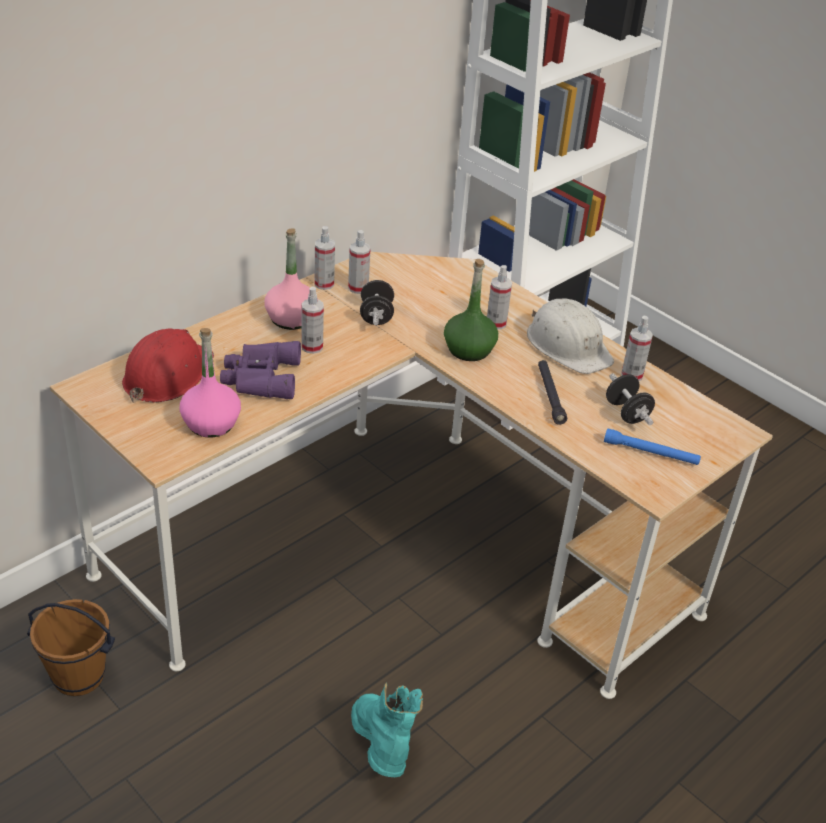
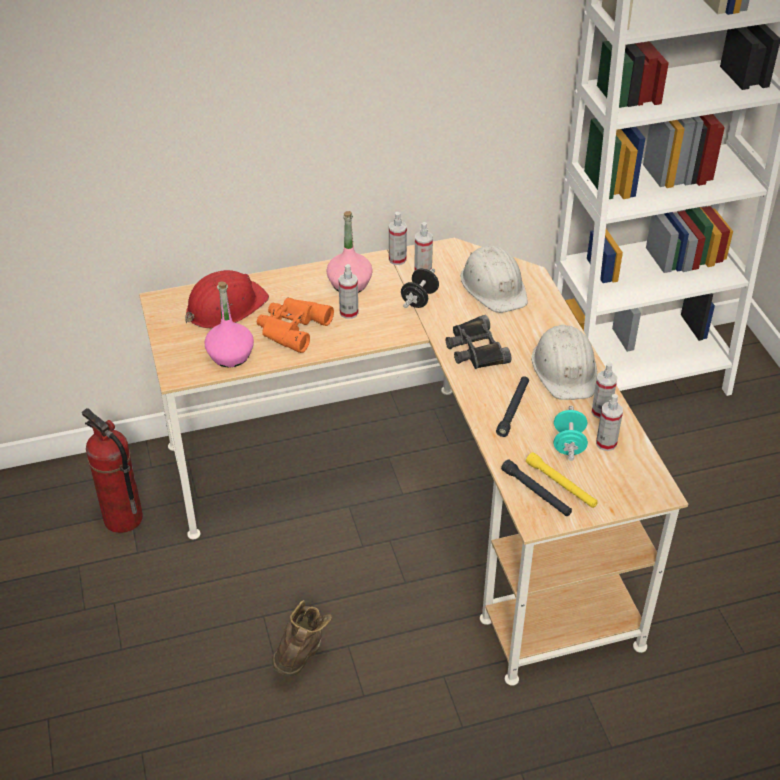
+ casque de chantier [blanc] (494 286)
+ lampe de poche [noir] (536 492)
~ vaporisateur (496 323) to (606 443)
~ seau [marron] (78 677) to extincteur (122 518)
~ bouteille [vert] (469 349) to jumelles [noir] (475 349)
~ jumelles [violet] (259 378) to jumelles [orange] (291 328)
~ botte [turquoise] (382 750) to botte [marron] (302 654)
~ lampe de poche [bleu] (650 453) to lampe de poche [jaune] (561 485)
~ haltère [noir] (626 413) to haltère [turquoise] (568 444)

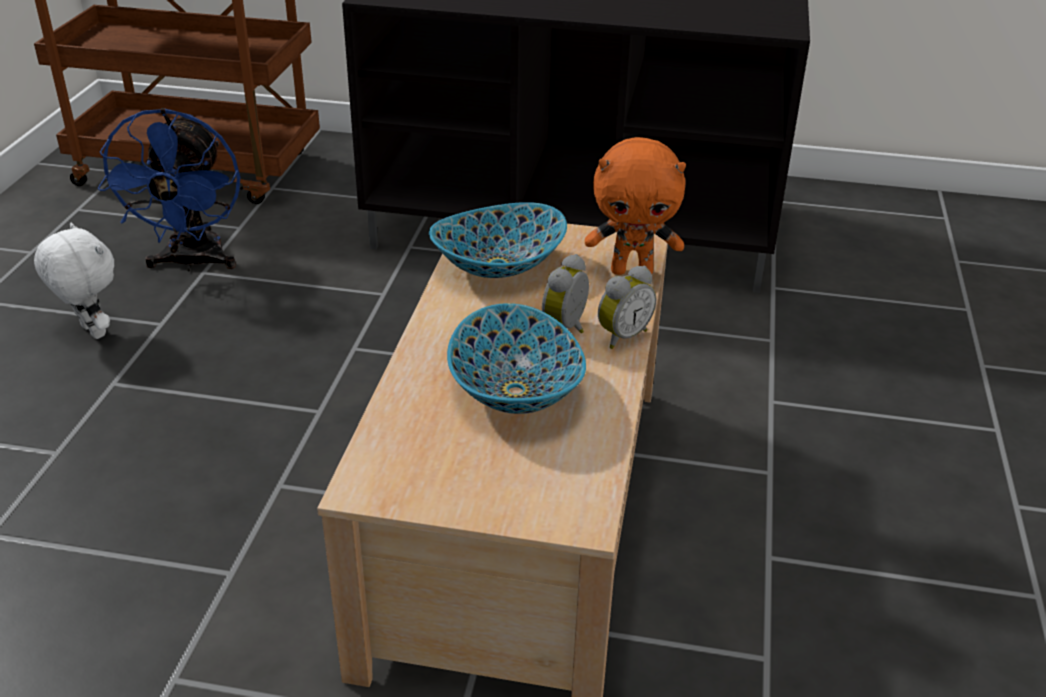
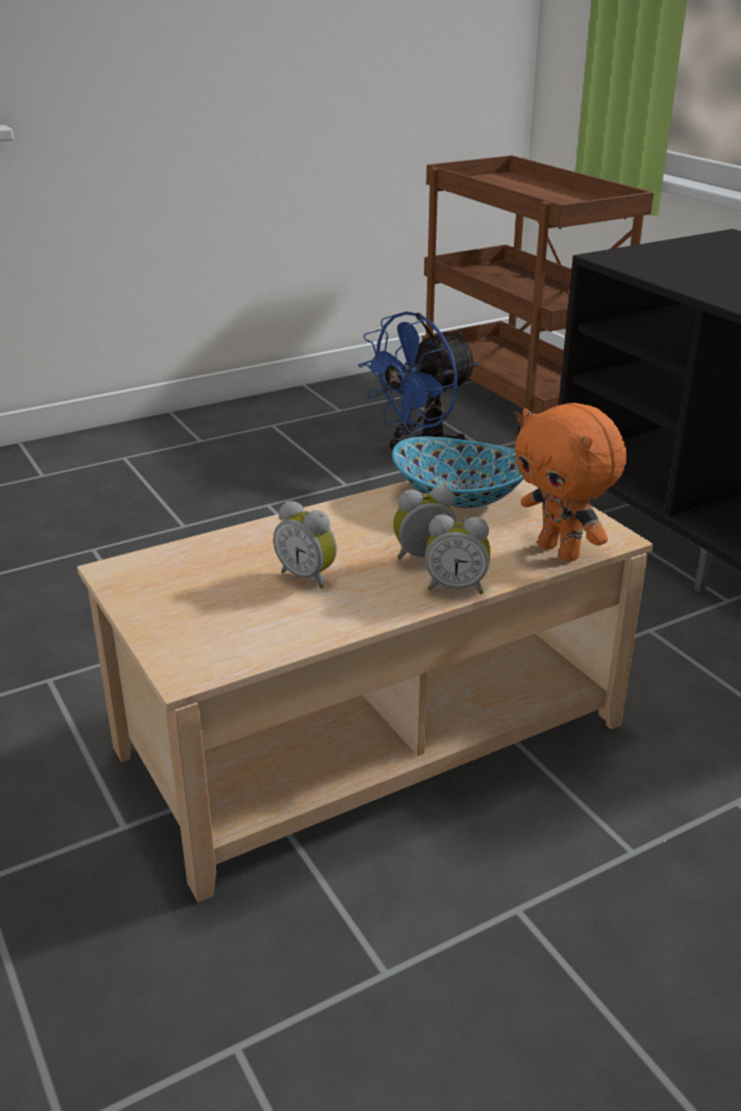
- peluche [blanc] (91 332)
~ bol (517 391) to réveil (308 576)

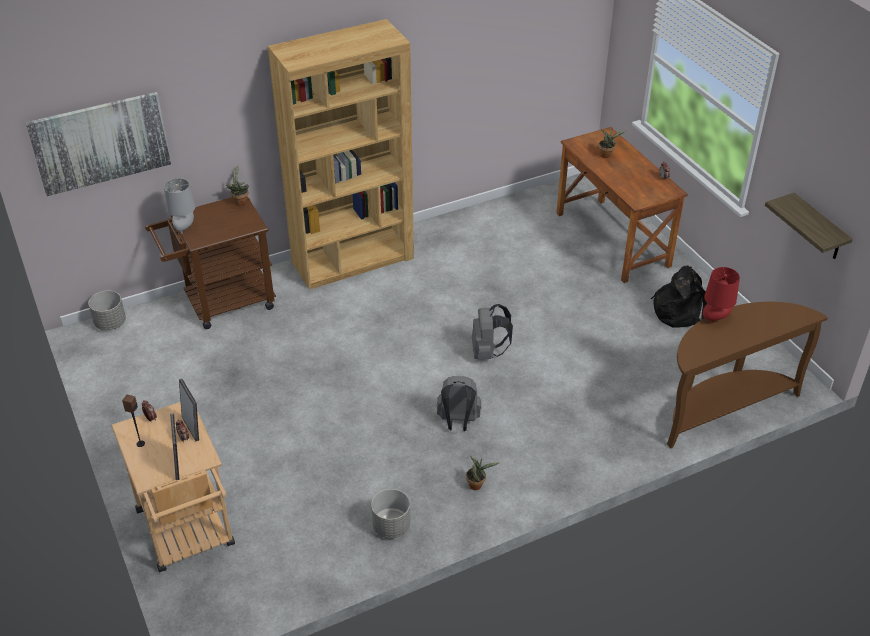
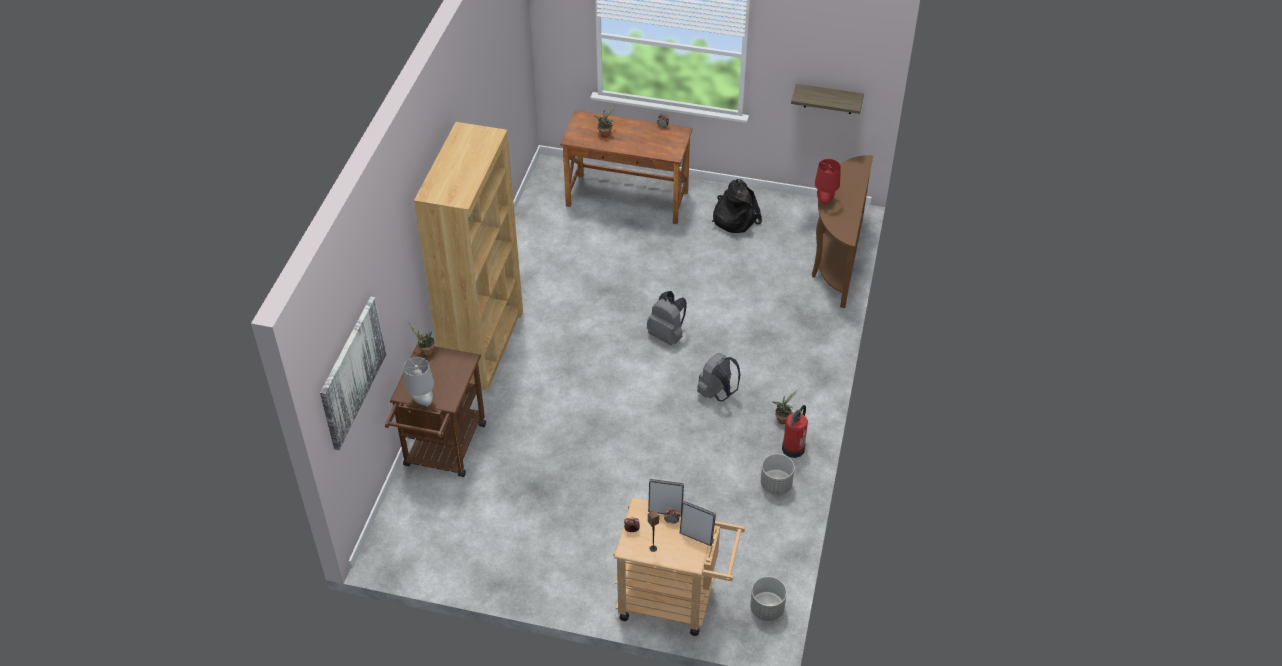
+ extincteur (793 448)
~ cache-pot [gris] (110 323) to (767 609)

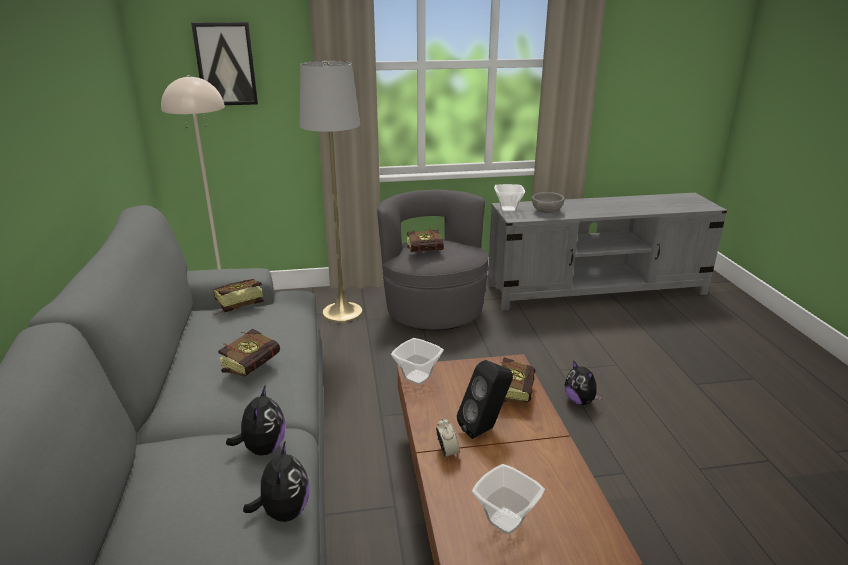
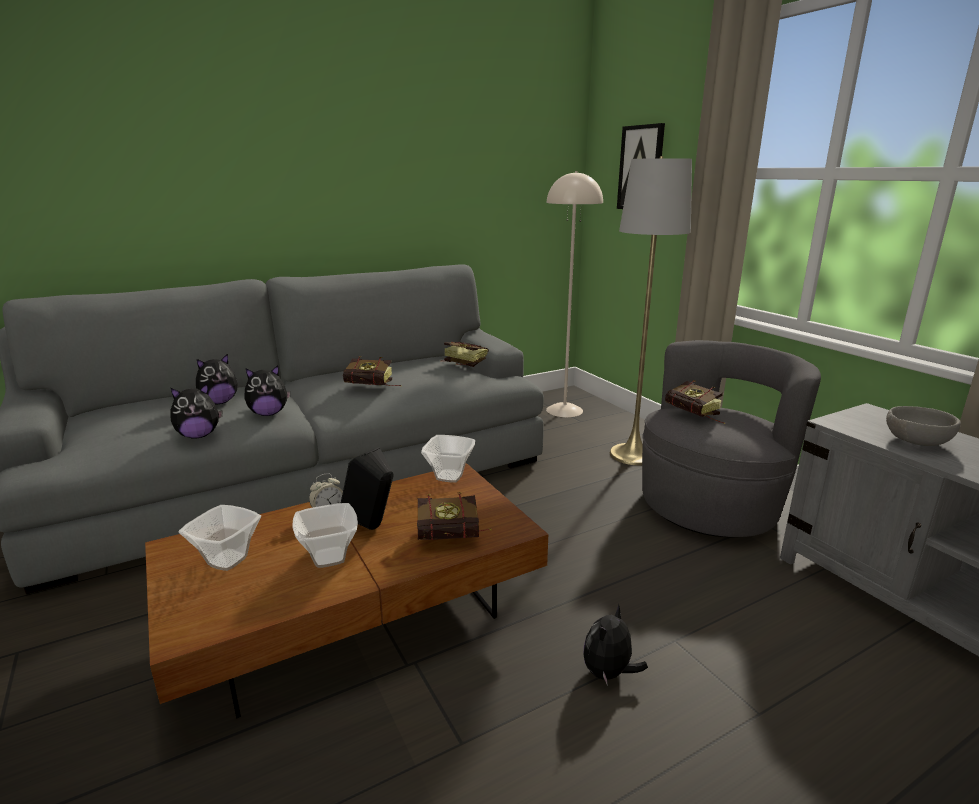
+ peluche (219 402)
~ bol (507 209) to (328 557)

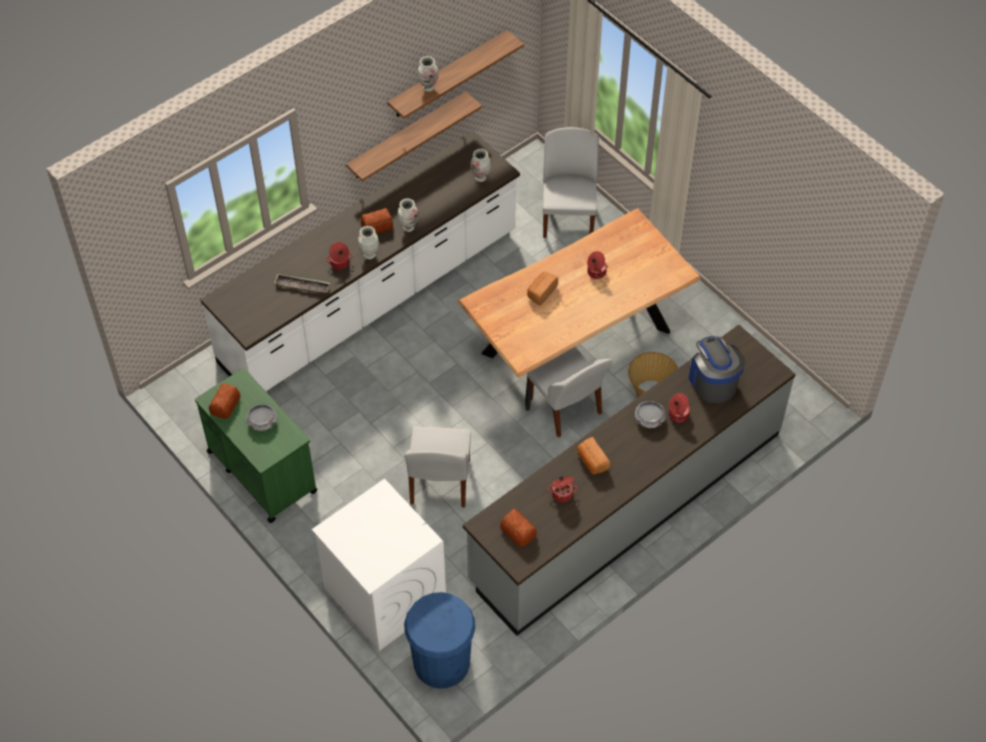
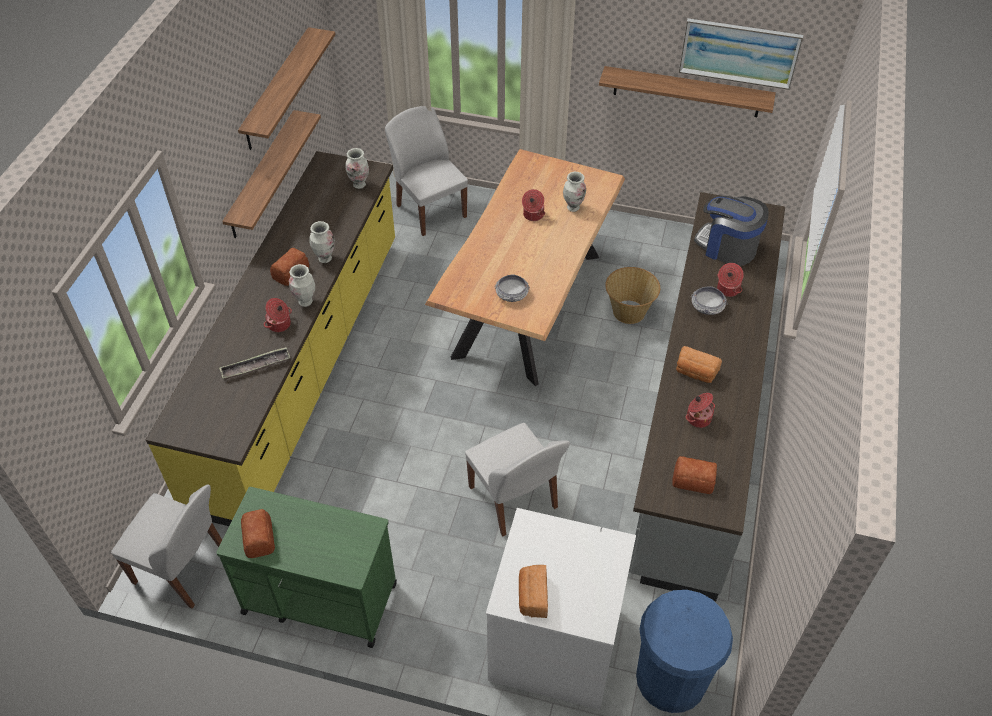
+ étagère (686 92)
+ tableau (739 53)
~ bol (262 421) to (511 294)
~ vase (428 87) to (573 207)
~ pain (541 292) to (532 597)
~ chaise [blanc] (566 408) to (183 569)
~ comptoir de cuisine [blanc] (370 298) to comptoir de cuisine [jaune] (302 367)

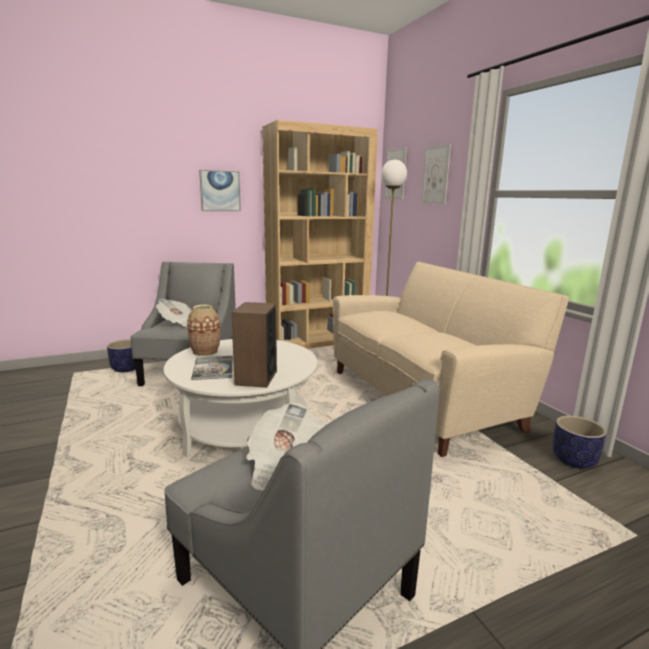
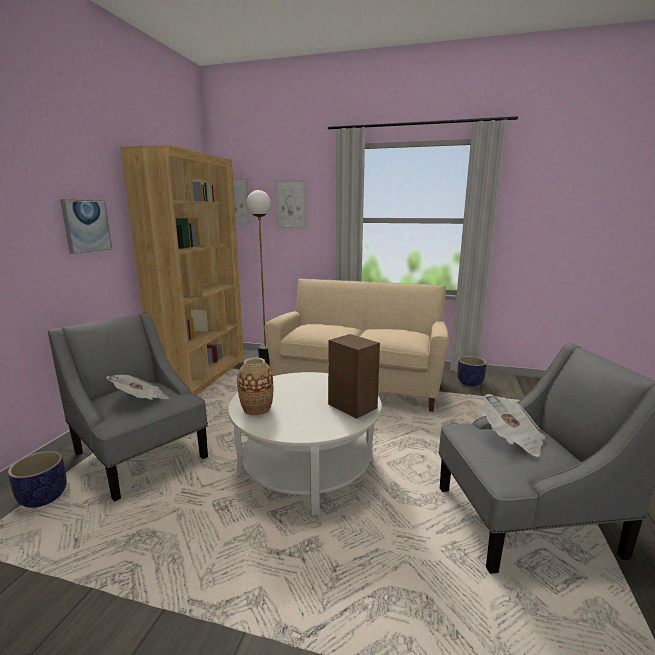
- livre (213 368)

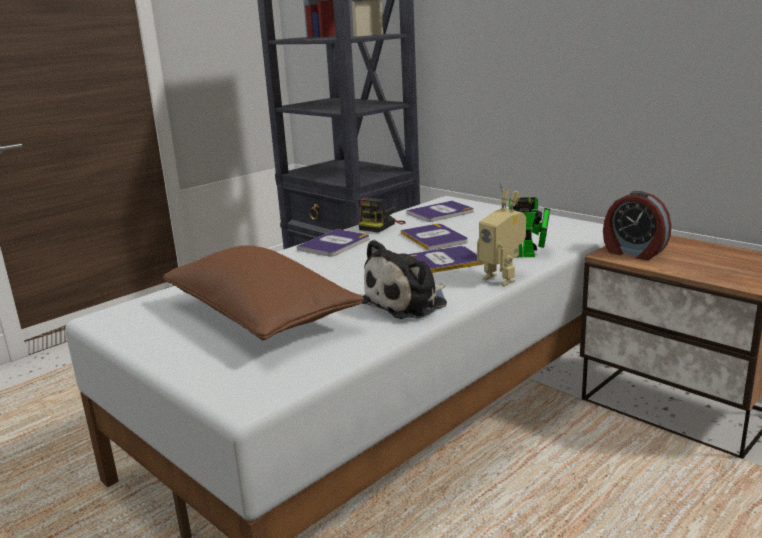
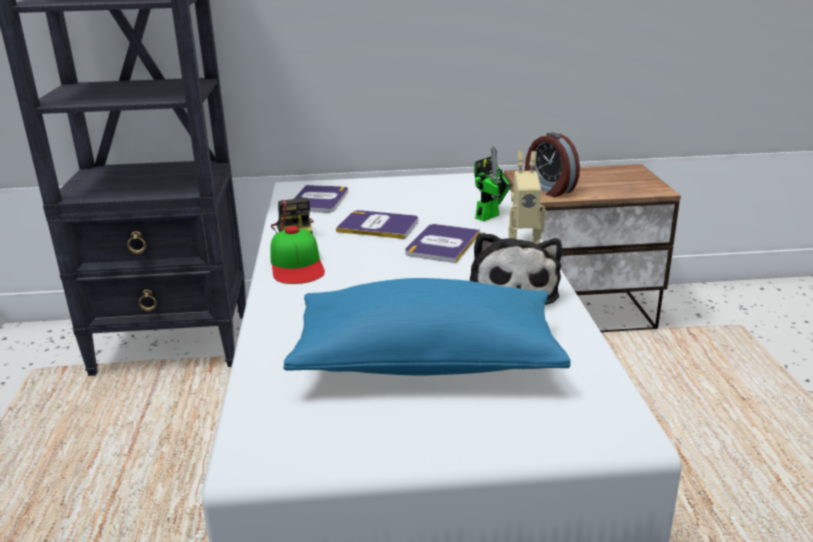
~ livre (334 244) to casquette (297 264)
~ coussin [marron] (260 316) to coussin [bleu] (426 361)
~ réveil (633 253) = (548 189) 60 degrees clockwise

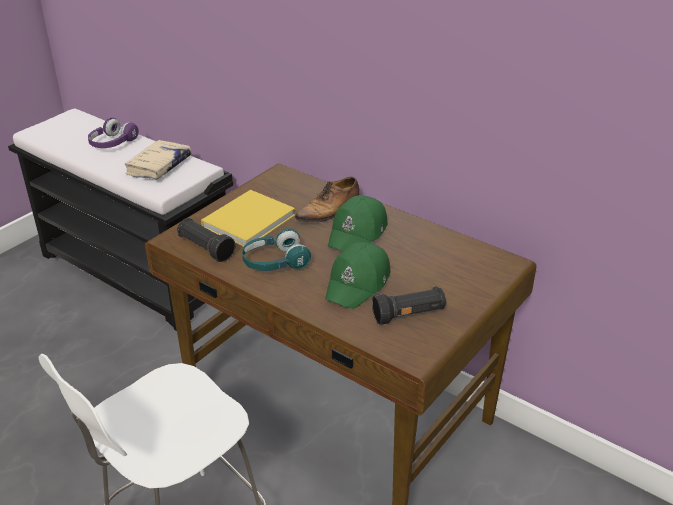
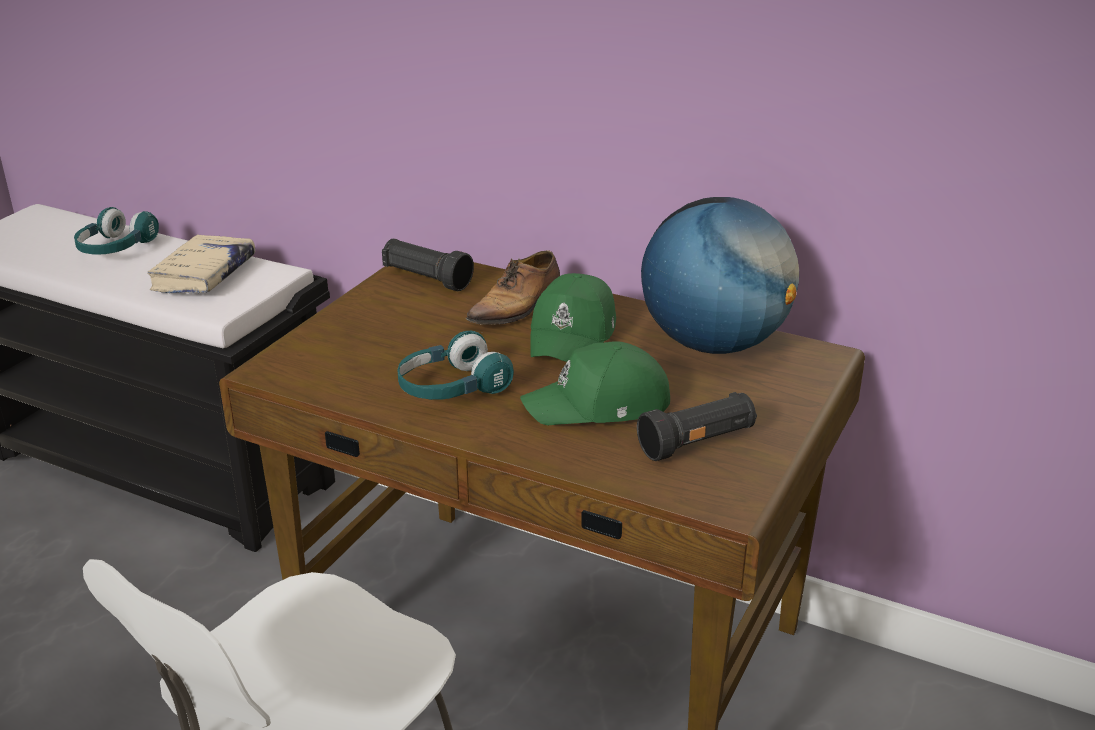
- livre [jaune] (250 220)
+ globe (714 344)
~ lampe de poche [noir] (205 248) to (426 279)
~ casque audio [violet] (112 143) to casque audio [turquoise] (115 248)
~ casquette [vert] (358 283) = (599 405) 60 degrees clockwise

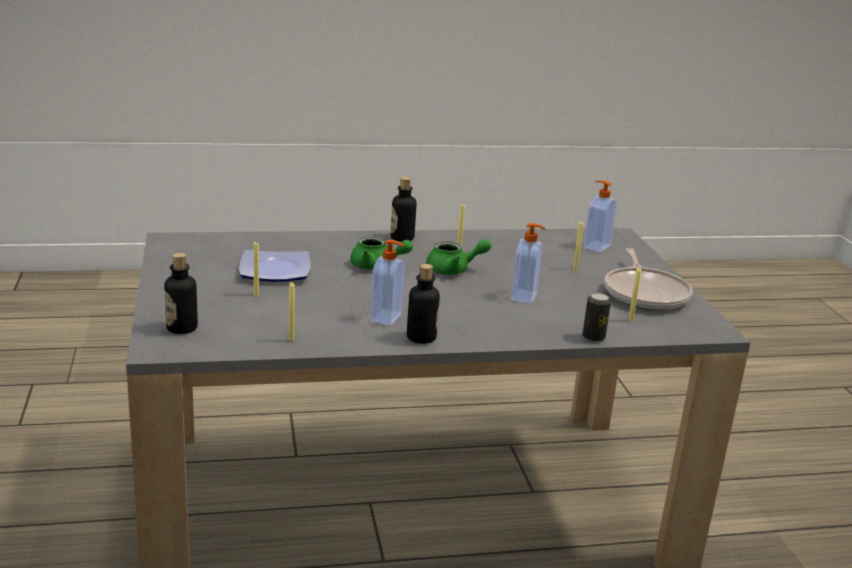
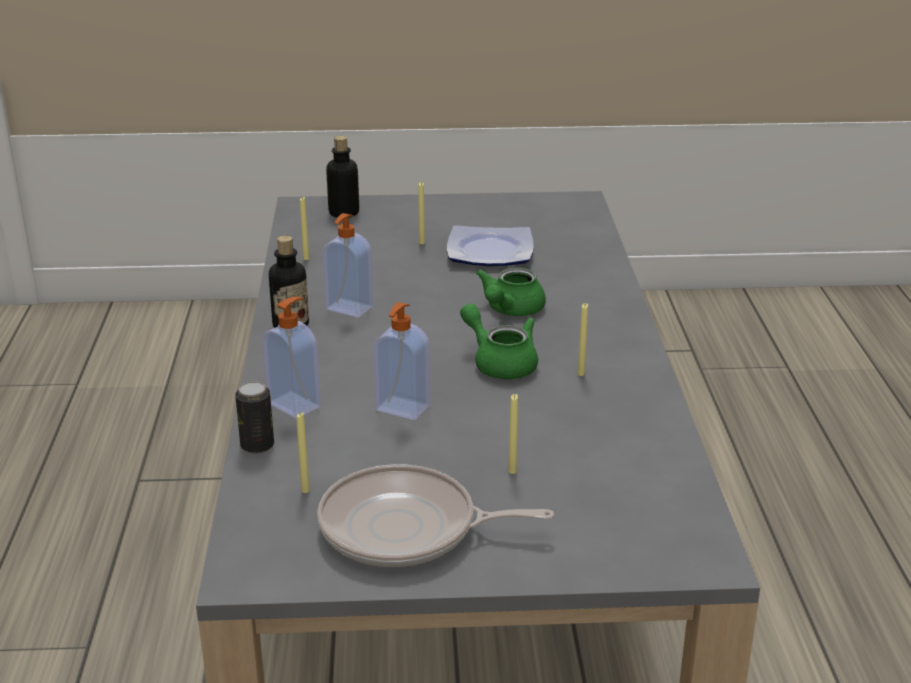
- bouteille (402 238)
~ distributeur de savon (596 246) to (295 404)
~ théière [vert] (453 270) = (500 363) 135 degrees clockwise

